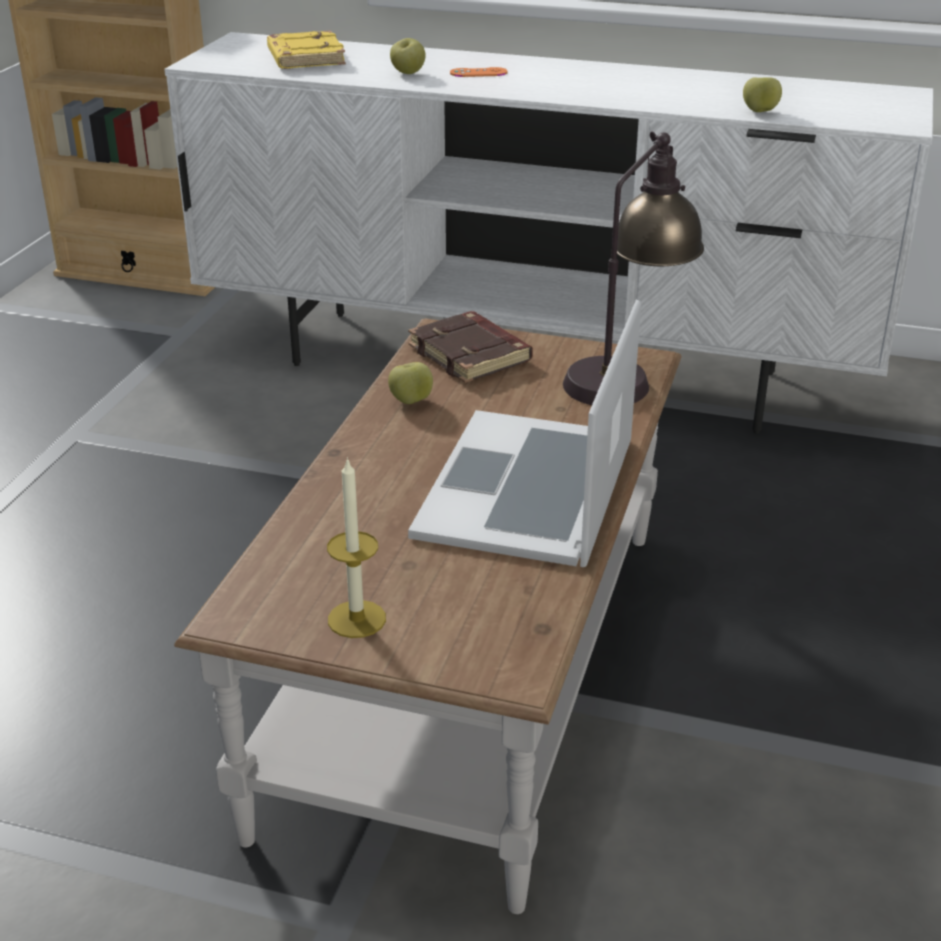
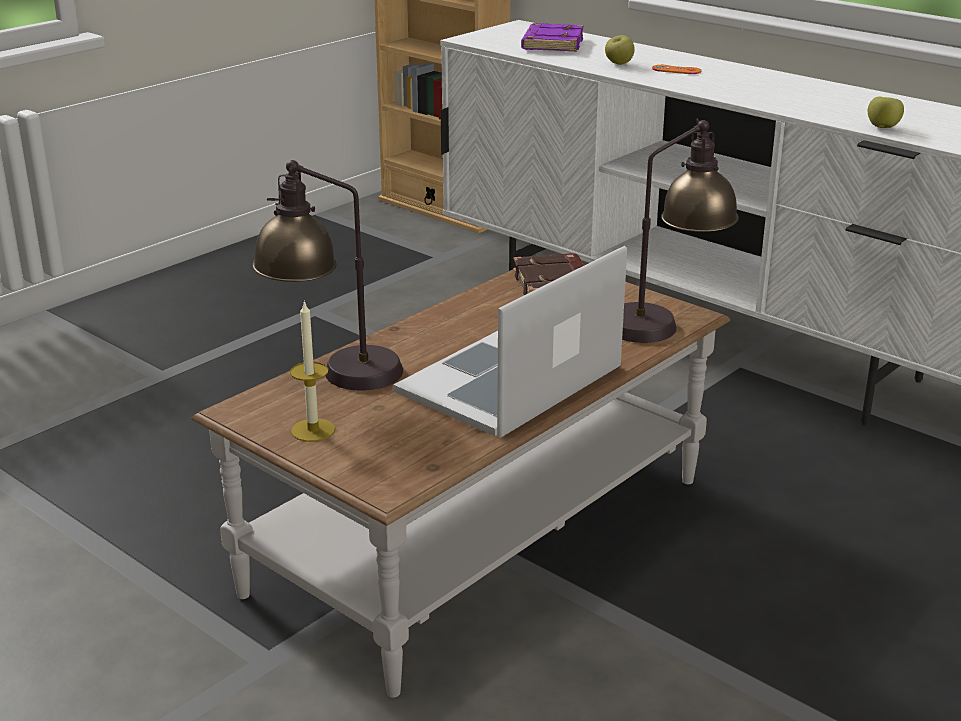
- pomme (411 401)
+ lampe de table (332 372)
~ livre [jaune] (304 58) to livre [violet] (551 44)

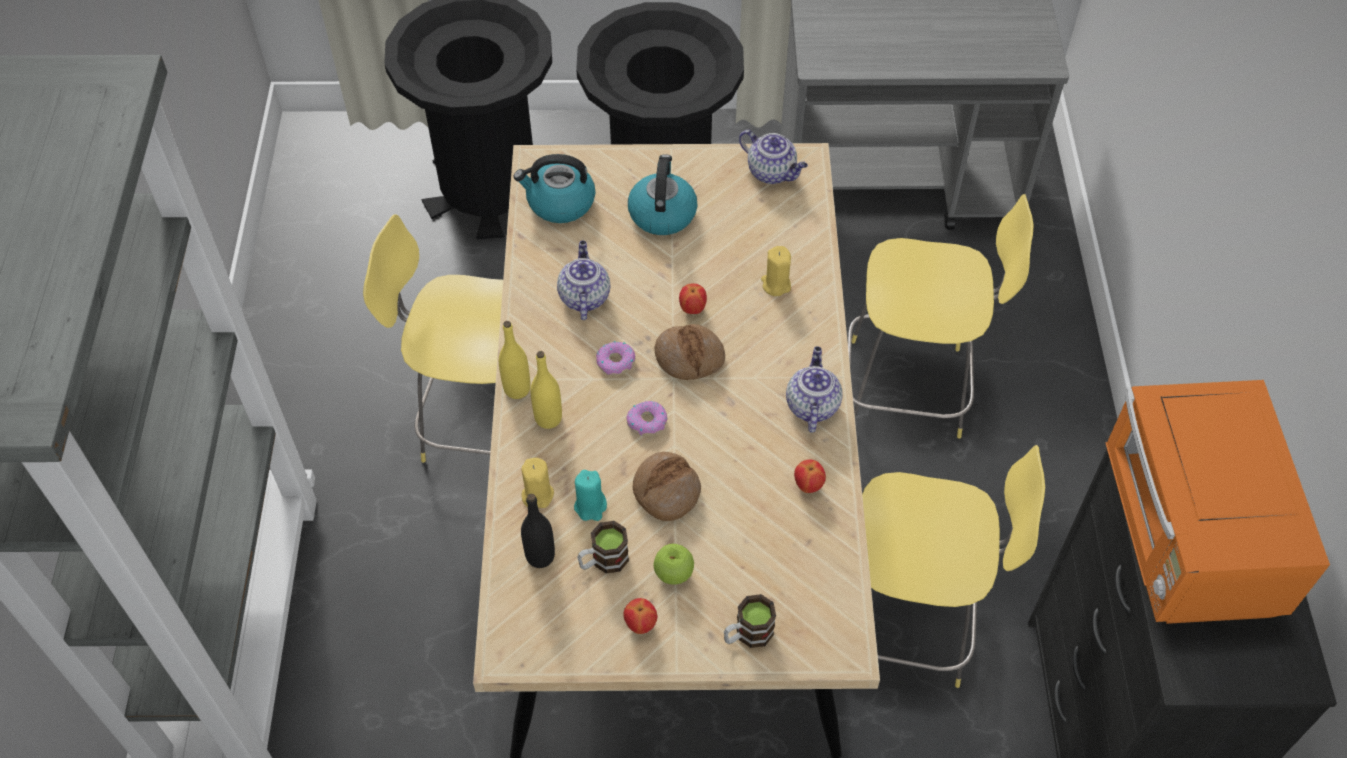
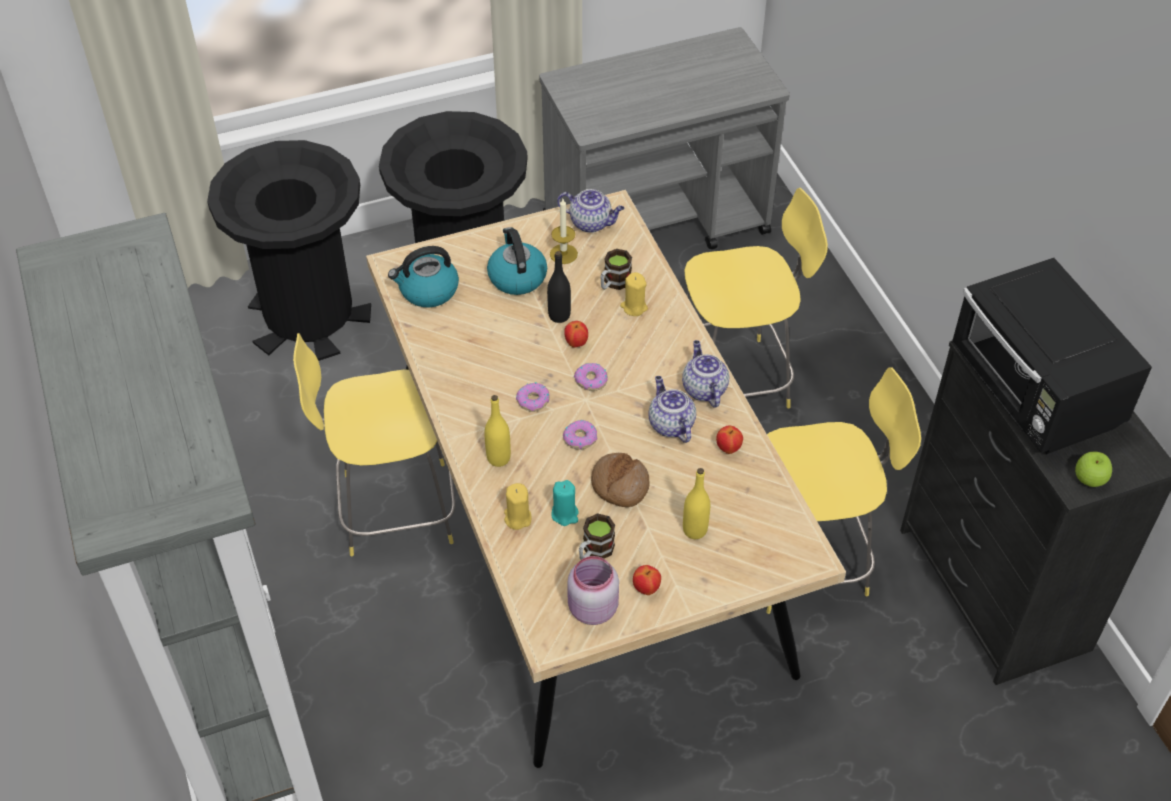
+ bougie (563 254)
+ bocal [rose] (591 609)
~ bouteille [jaune] (517 389) to (695 530)
~ bouteille [noir] (540 556) to (559 315)
~ théière (584 297) to (670 424)
~ pomme (673 573) to (1089 480)
~ mug (747 634) to (613 283)
~ pain (689 357) to beignet (591 380)
~ micro-ondes [orange] (1186 538) to micro-ondes [noir] (1034 393)

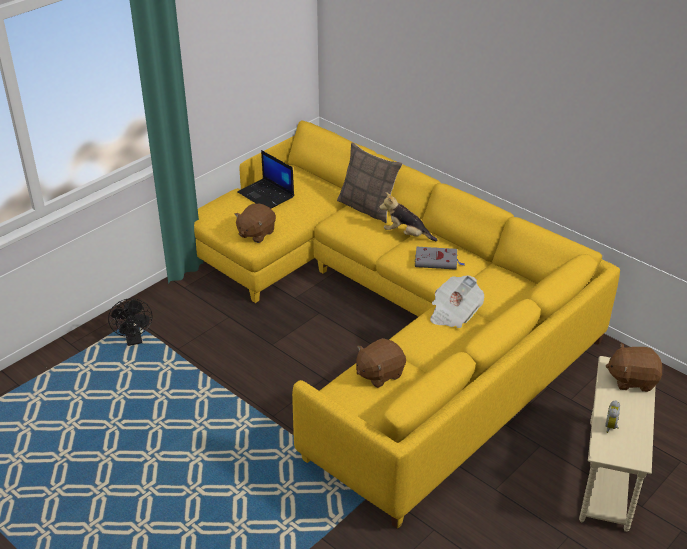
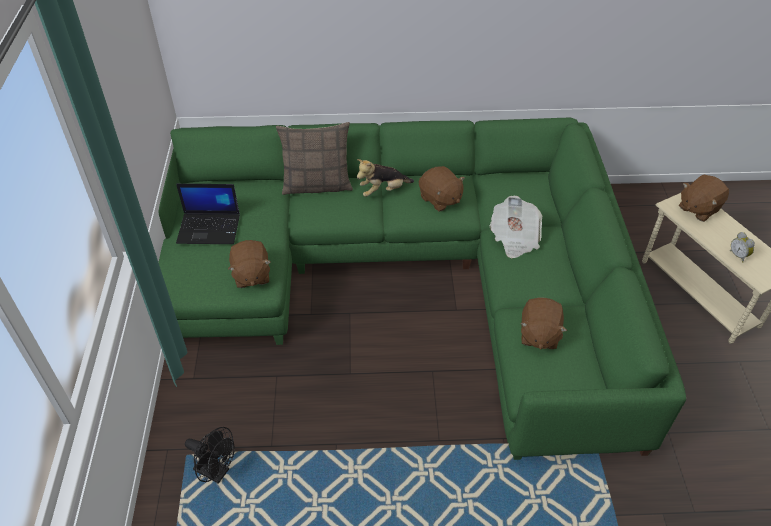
~ livre [gris] (437 261) to peluche [marron] (440 199)
~ canapé [jaune] (391 317) to canapé [vert] (410 275)

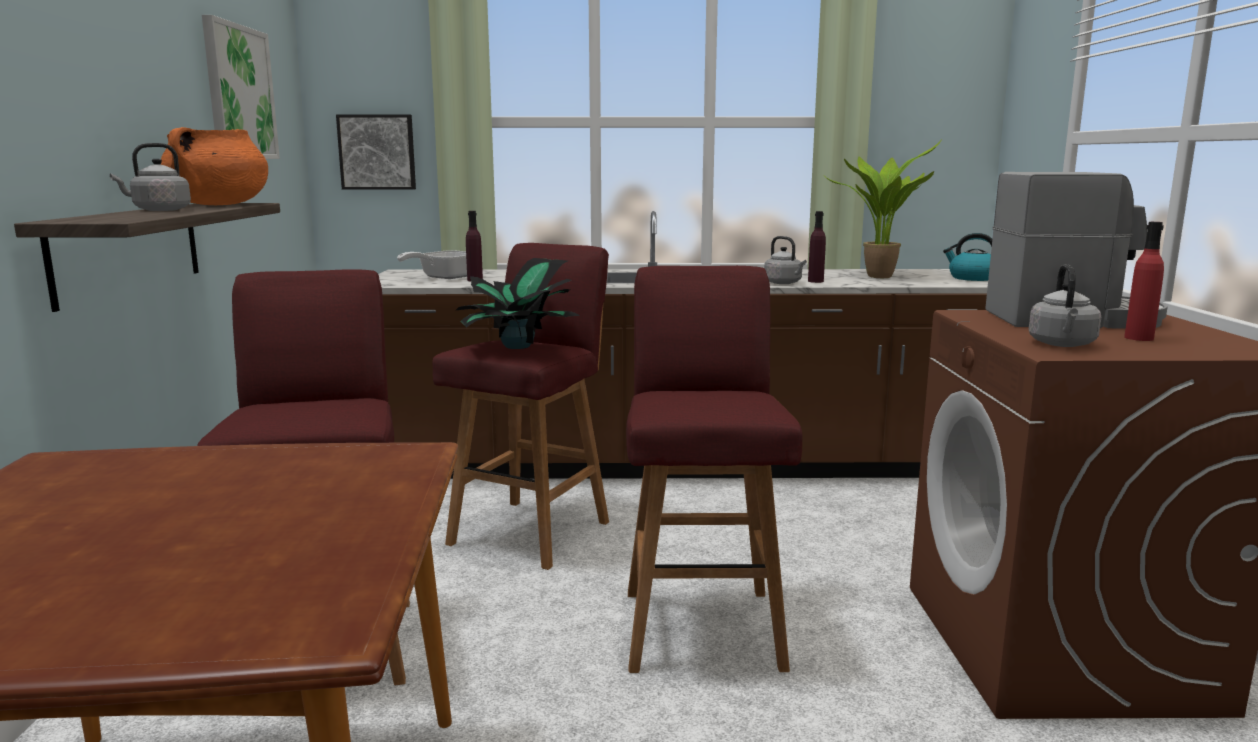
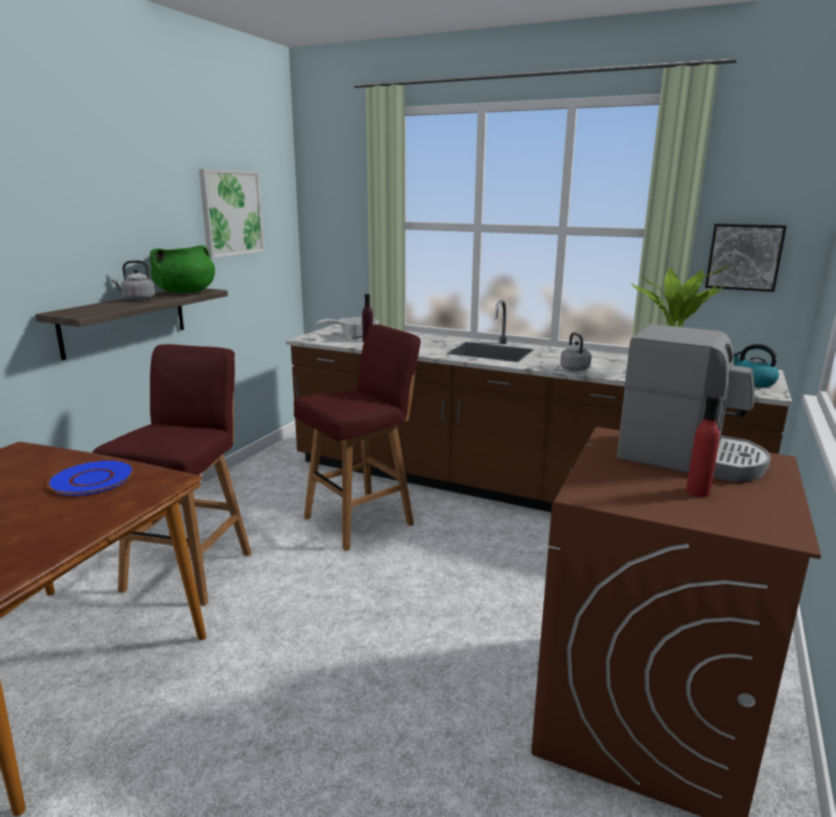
- plante en pot (518 346)
- tabouret [rouge] (702 626)
- bouteille [violet] (815 281)
- bouilloire [gris] (1062 344)
+ assiette [bleu] (92 479)
~ tableau (377 152) to (744 257)
~ marmite [orange] (218 205) to marmite [vert] (185 292)

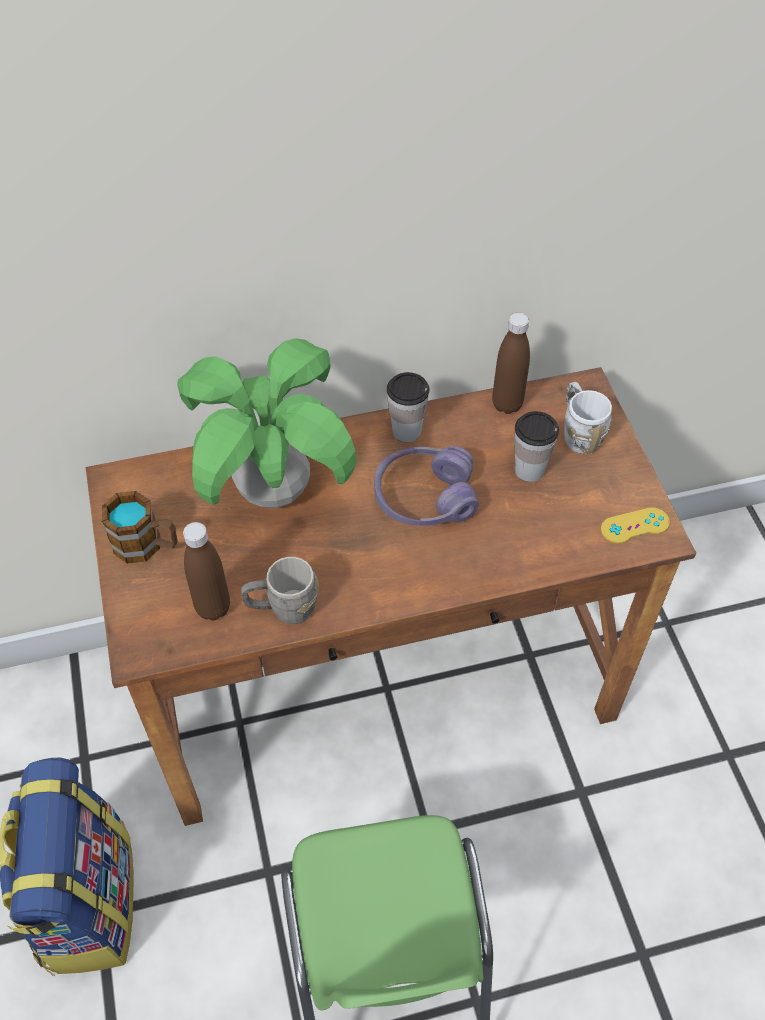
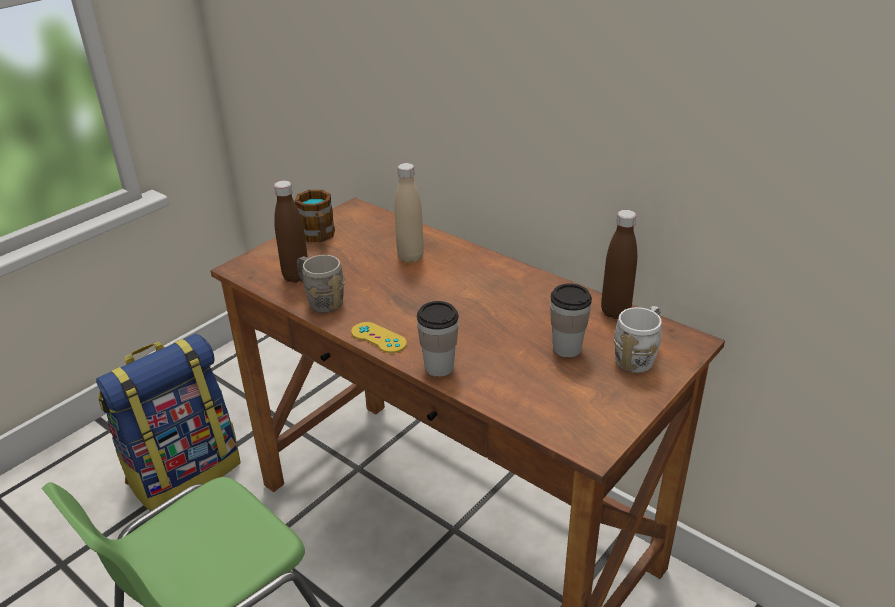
- casque audio [violet] (424 497)
~ tasse (406 431) to (439 367)
~ manette [jaune] (635 526) to (378 338)
~ plante en pot (273 490) to bouteille [beige] (410 257)

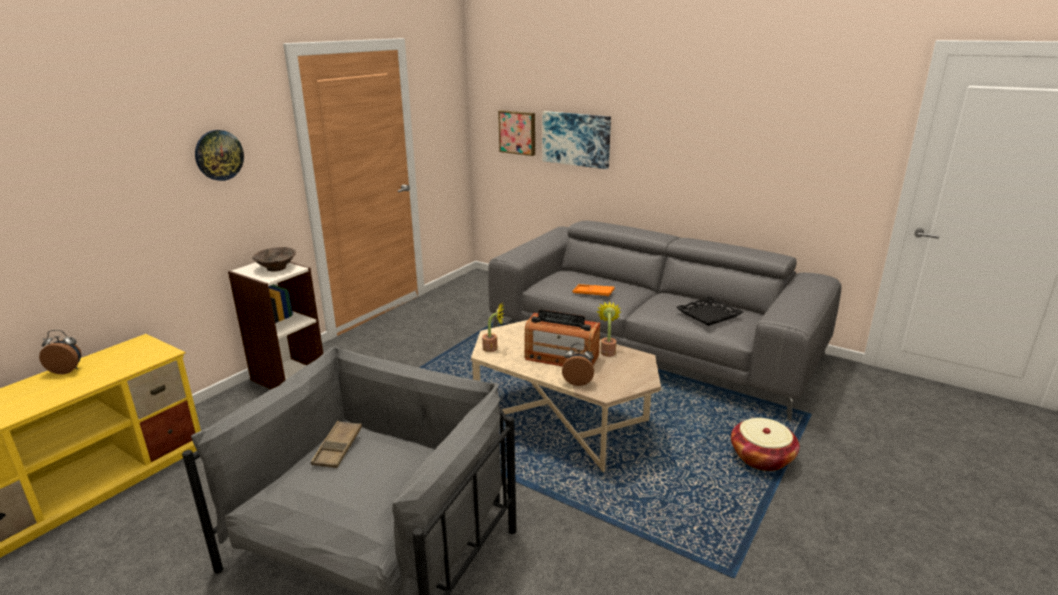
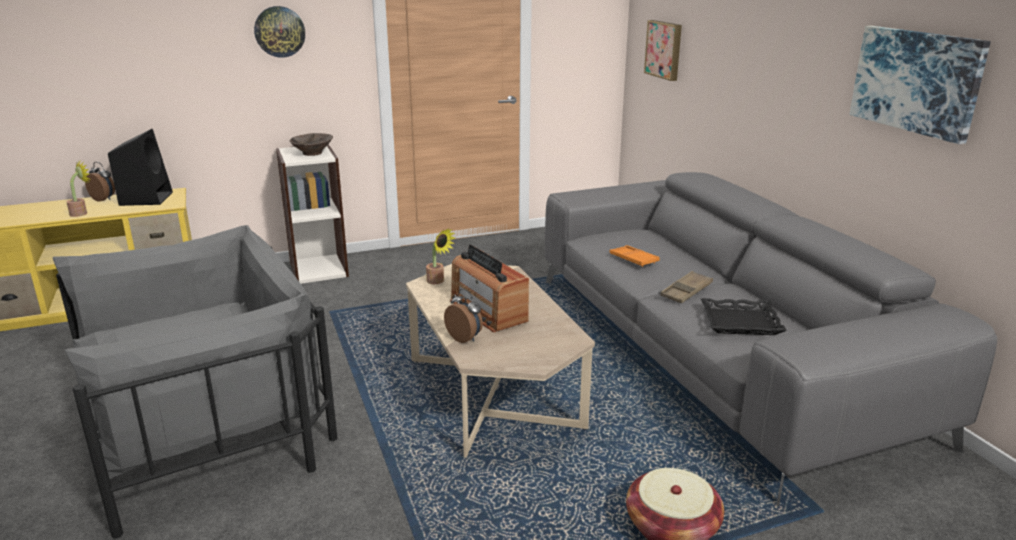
+ enceinte [noir] (146 198)
~ plateau [marron] (338 448) to (686 291)
~ tableau (576 139) to (917 81)
~ plante en pot (607 351) to (82 213)

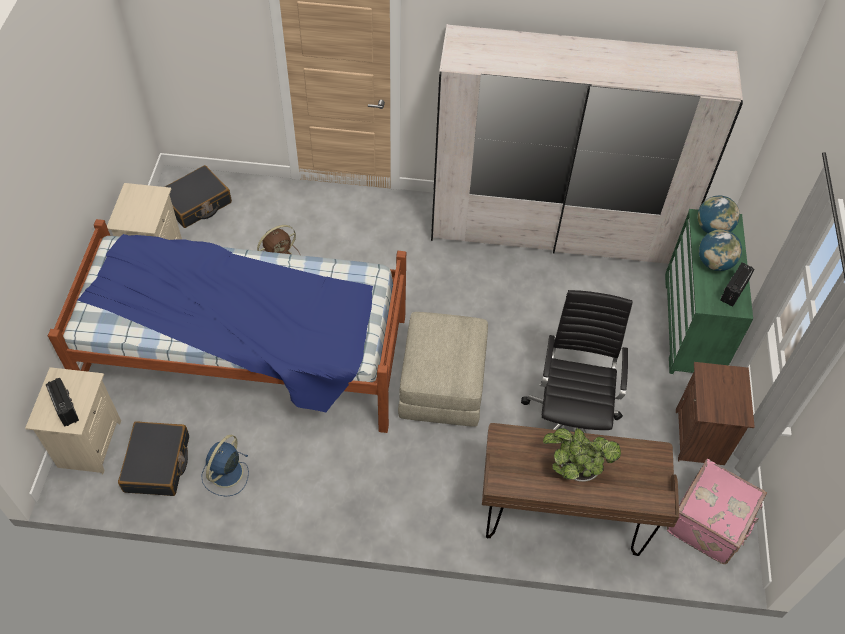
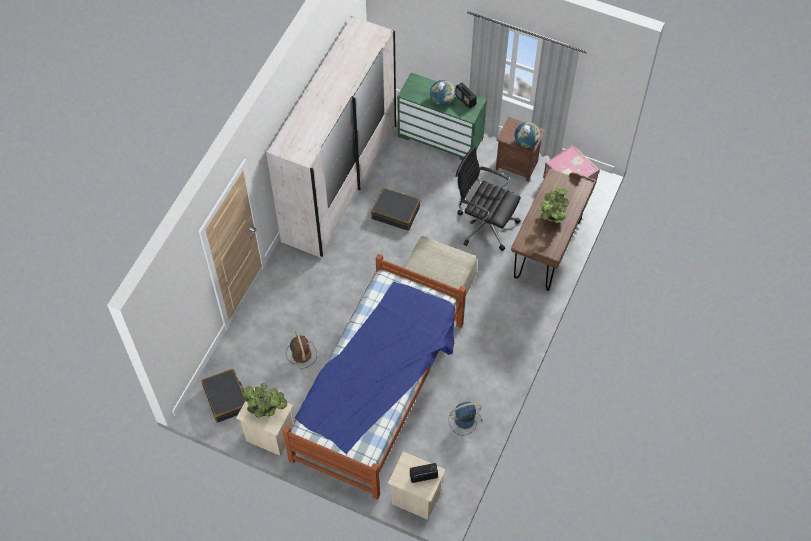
+ plante en pot (267 409)
~ valise [noir] (157 464) to (396 212)
~ globe (713 228) to (526 142)
~ ventilateur [bleu] (225 474) = (463 420) 120 degrees clockwise

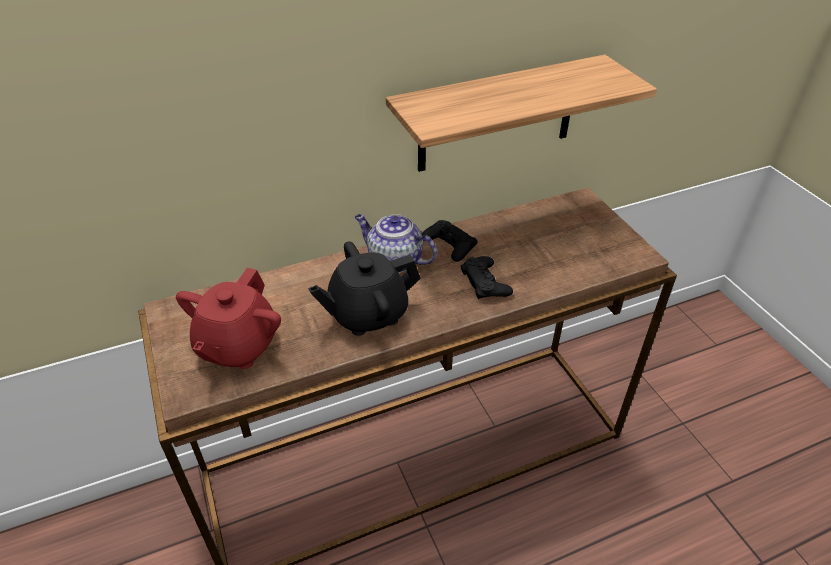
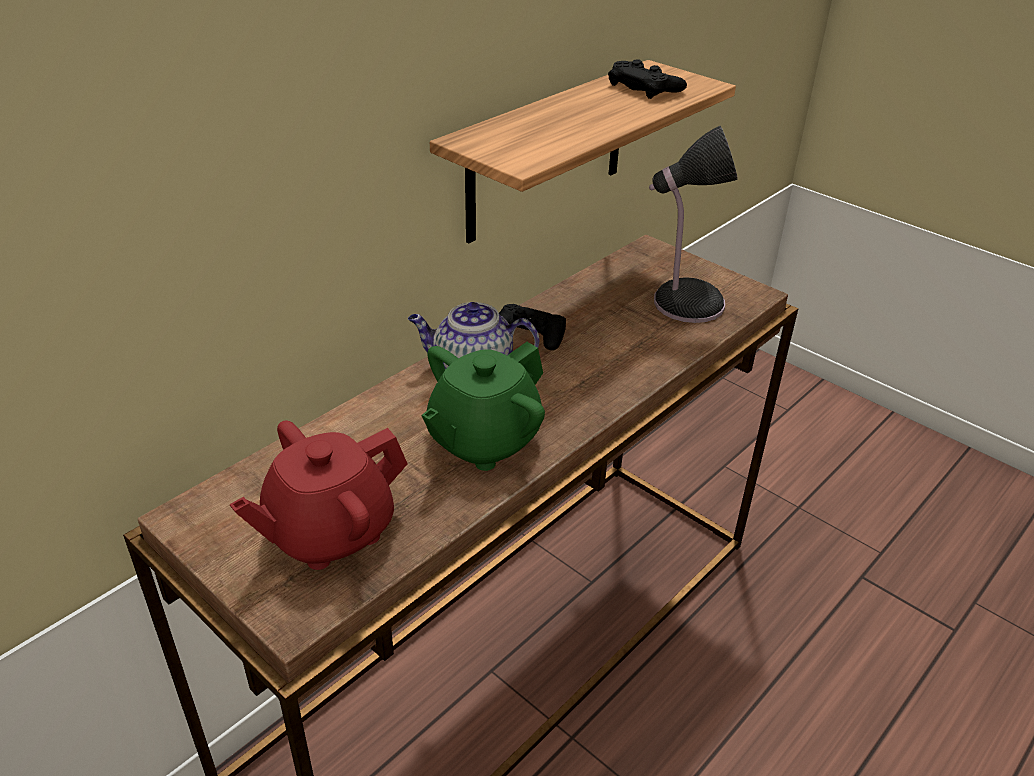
+ lampe de table (683 302)
~ manette [noir] (485 282) to (644 87)
~ théière [noir] (367 314) to théière [vert] (483 441)
~ théière [rouge] (237 346) = (329 532) 60 degrees clockwise

